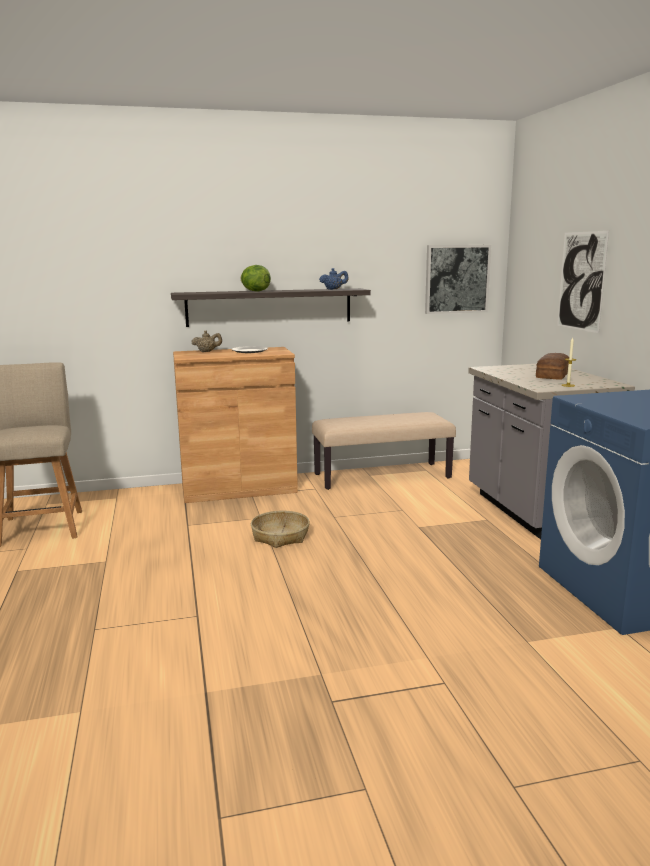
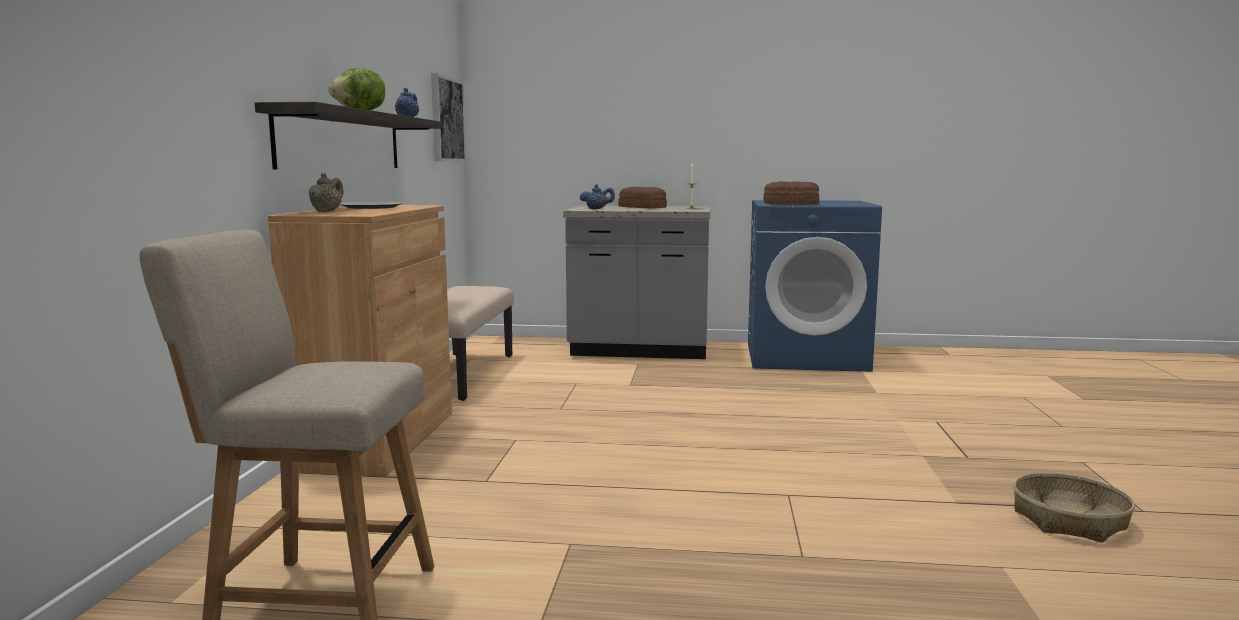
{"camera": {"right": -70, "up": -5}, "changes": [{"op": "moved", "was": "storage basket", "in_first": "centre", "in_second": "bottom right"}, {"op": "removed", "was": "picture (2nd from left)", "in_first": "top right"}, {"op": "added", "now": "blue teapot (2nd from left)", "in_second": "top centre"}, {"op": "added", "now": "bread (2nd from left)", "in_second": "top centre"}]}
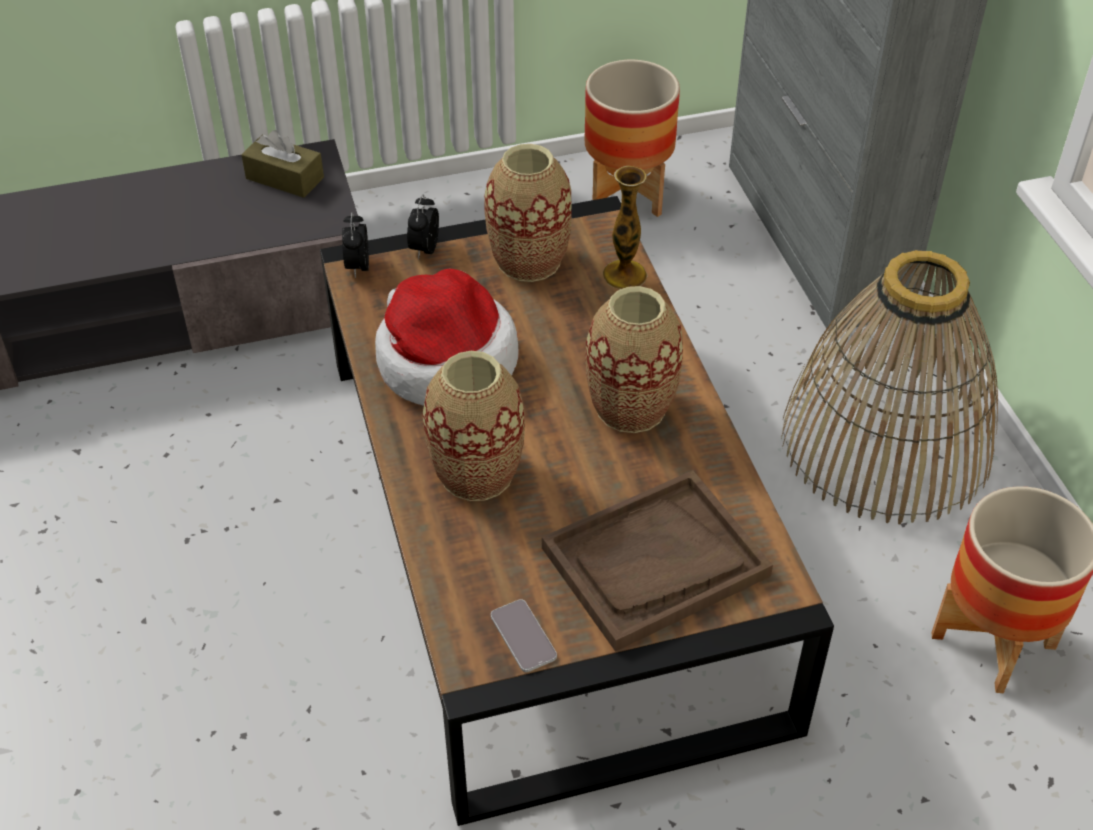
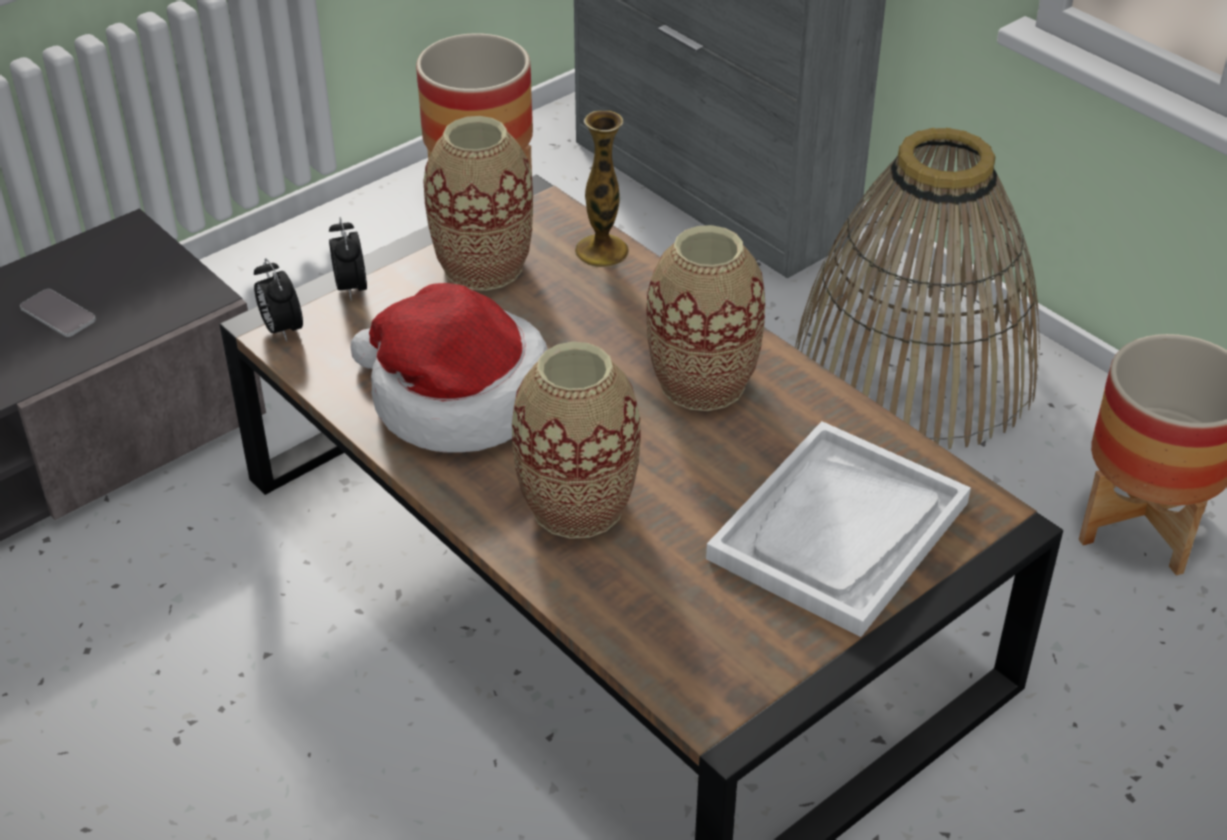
{"camera": {"right": -25, "up": -5}, "changes": [{"op": "removed", "was": "brown tissue holder", "in_first": "top left"}, {"op": "moved", "was": "phone", "in_first": "bottom centre", "in_second": "middle left"}, {"op": "recoloured", "was": "brown carrying tray", "now": "whitish carrying tray", "in_first": "bottom centre", "in_second": "middle right"}]}
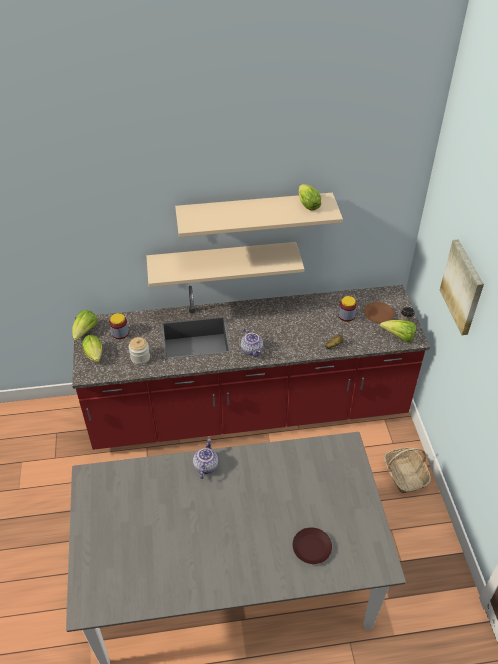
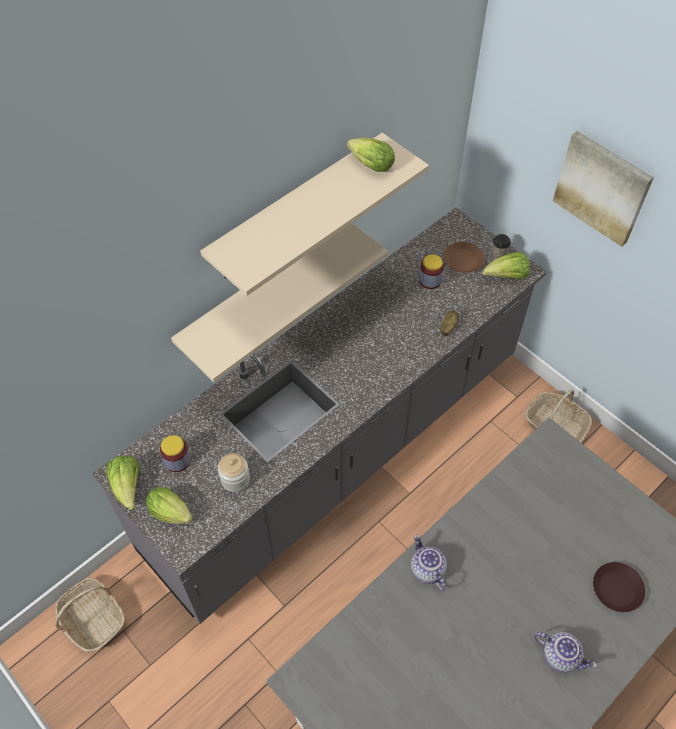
{"camera": {"right": -35, "up": 10}, "changes": [{"op": "recoloured", "was": "reddish counter", "now": "grey counter", "in_first": "centre", "in_second": "centre"}, {"op": "moved", "was": "teapot (2nd from left)", "in_first": "centre", "in_second": "bottom right"}, {"op": "added", "now": "storage basket (1st from left)", "in_second": "bottom left"}]}
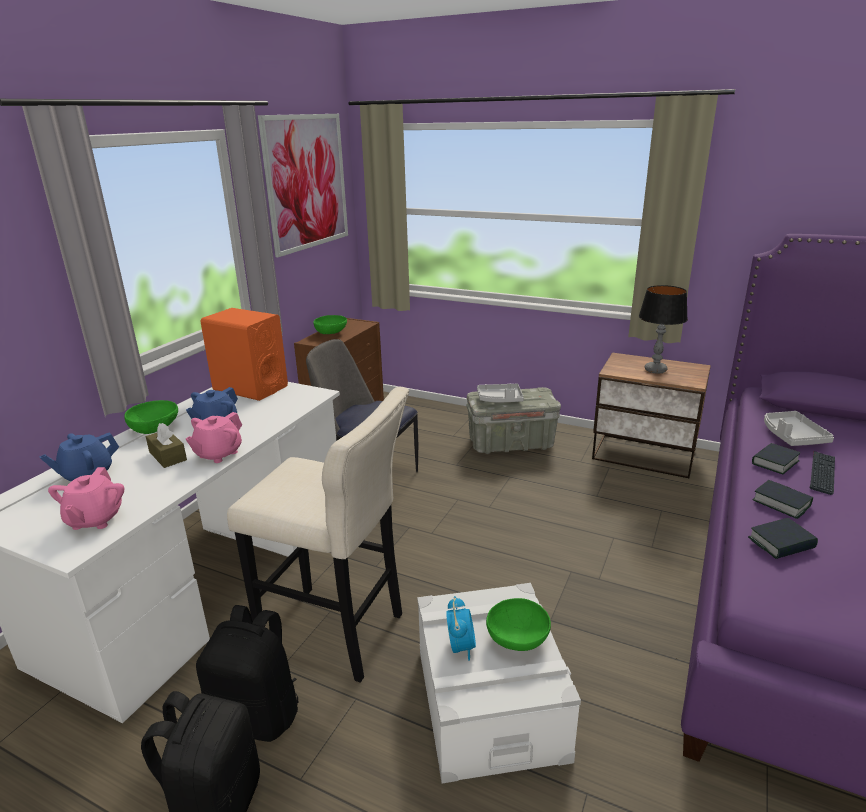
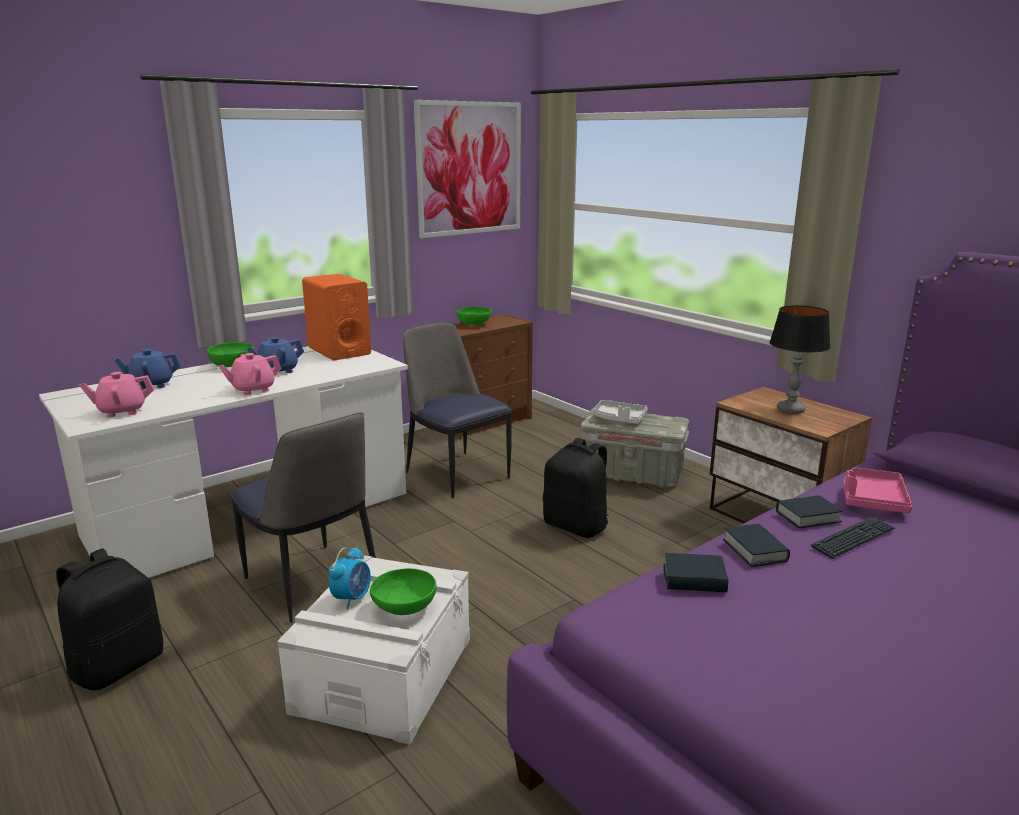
{"camera": {"right": 25, "up": -5}, "changes": [{"op": "turned", "was": "pinkish teapot (1st from left)", "in_first": "middle left", "in_second": "middle left", "clockwise": 45}, {"op": "removed", "was": "brown tissue holder", "in_first": "middle left"}, {"op": "moved", "was": "blackish backpack (2nd from left)", "in_first": "bottom left", "in_second": "centre"}, {"op": "replaced", "was": "beige stool seat", "now": "chair (1st from left)", "in_first": "centre", "in_second": "middle left"}, {"op": "recoloured", "was": "grey carrying tray (2nd from left)", "now": "pinkish carrying tray", "in_first": "middle right", "in_second": "middle right"}]}
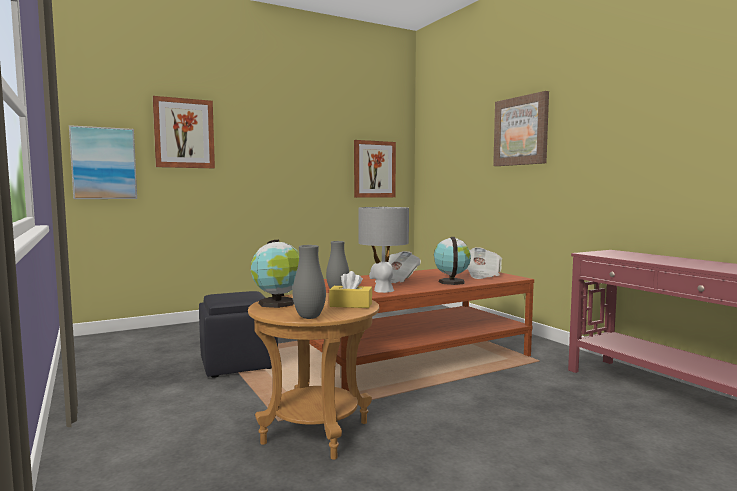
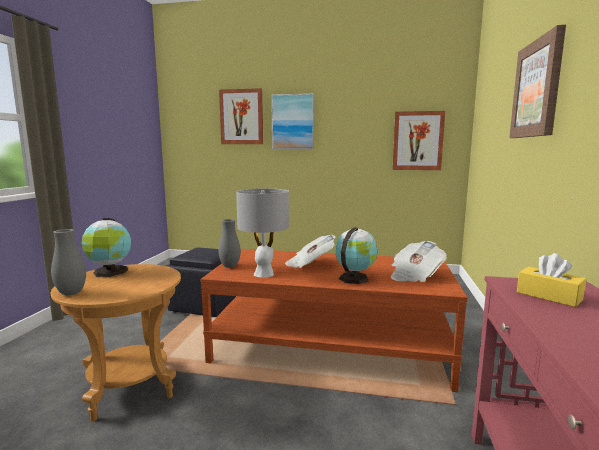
{"camera": {"right": 40, "up": 5}, "changes": [{"op": "moved", "was": "picture (1st from left in the first image)", "now": "picture (2nd from left)", "in_first": "top left", "in_second": "top centre"}, {"op": "moved", "was": "yellow-coloured tissue holder", "in_first": "centre", "in_second": "middle right"}]}
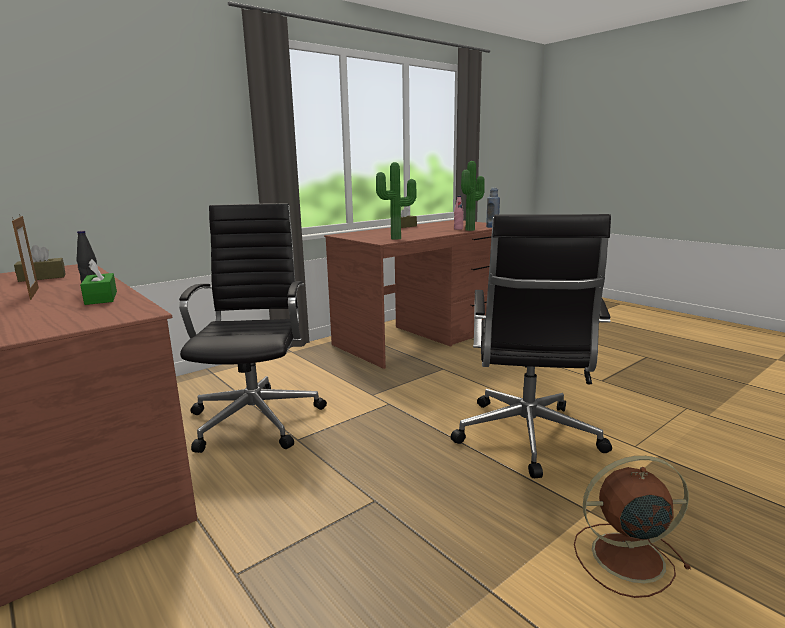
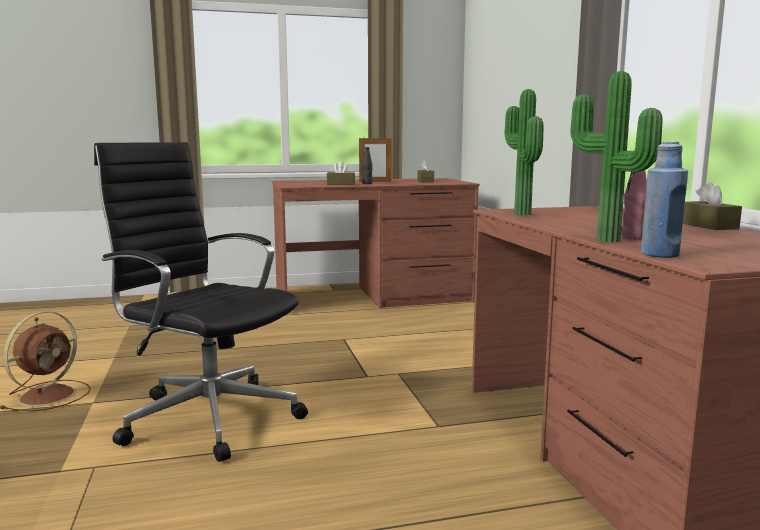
{"camera": {"right": 115, "up": -5}, "changes": [{"op": "recoloured", "was": "greenish tissue holder", "now": "brown tissue holder (1st from left)", "in_first": "middle left", "in_second": "top centre"}, {"op": "removed", "was": "blackish desk chair (1st from left)", "in_first": "middle left"}]}
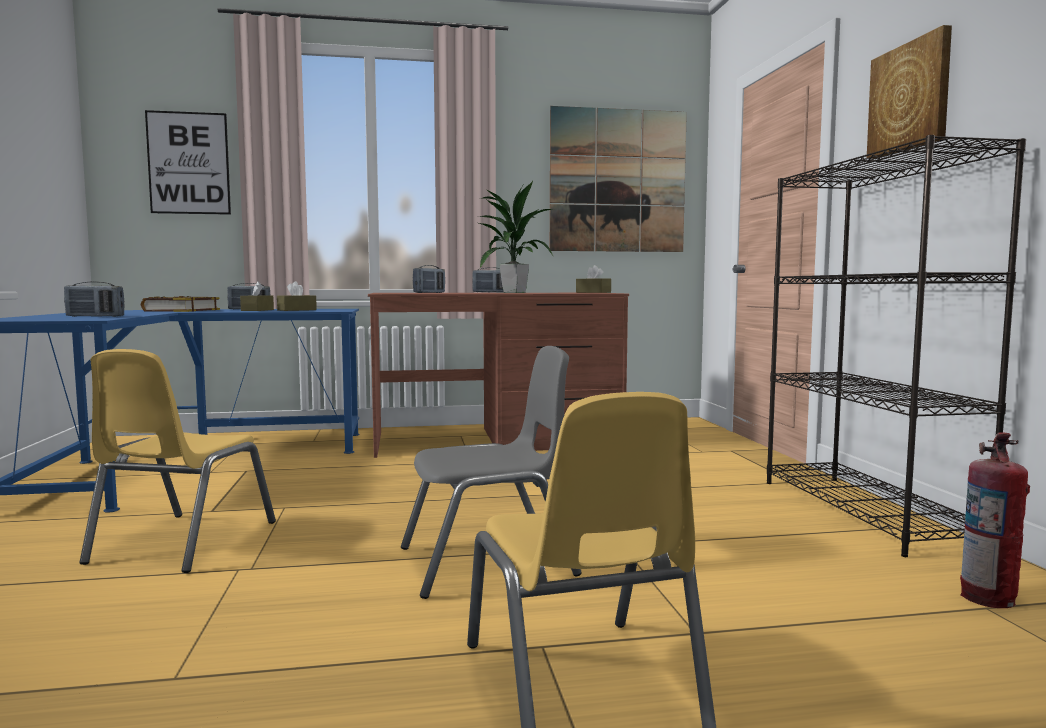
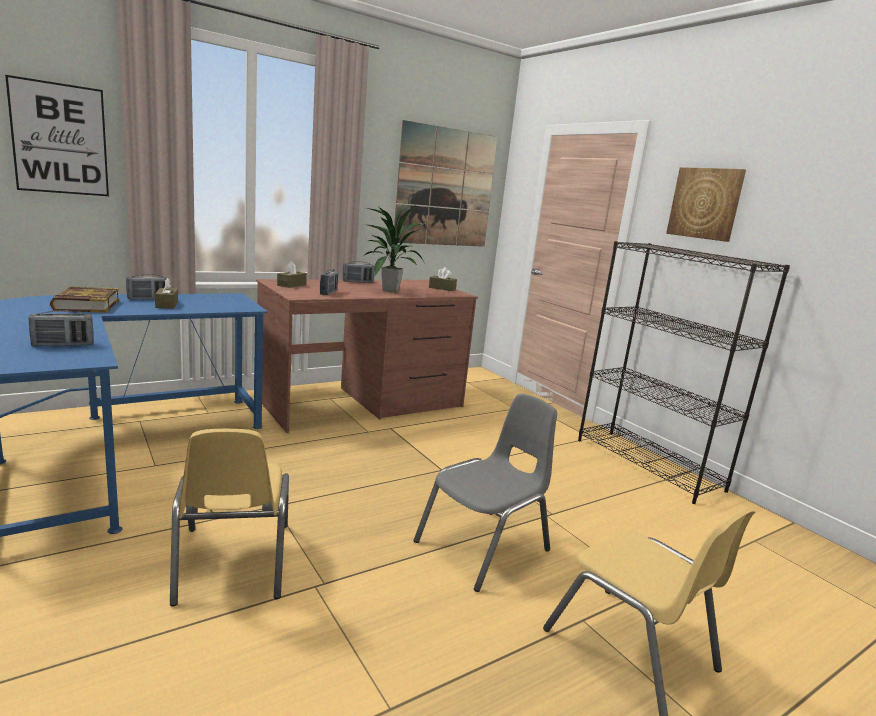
{"camera": {"right": -25, "up": 10}, "changes": [{"op": "moved", "was": "brown tissue holder (2nd from left)", "in_first": "middle left", "in_second": "centre"}, {"op": "removed", "was": "extinguisher", "in_first": "bottom right"}]}
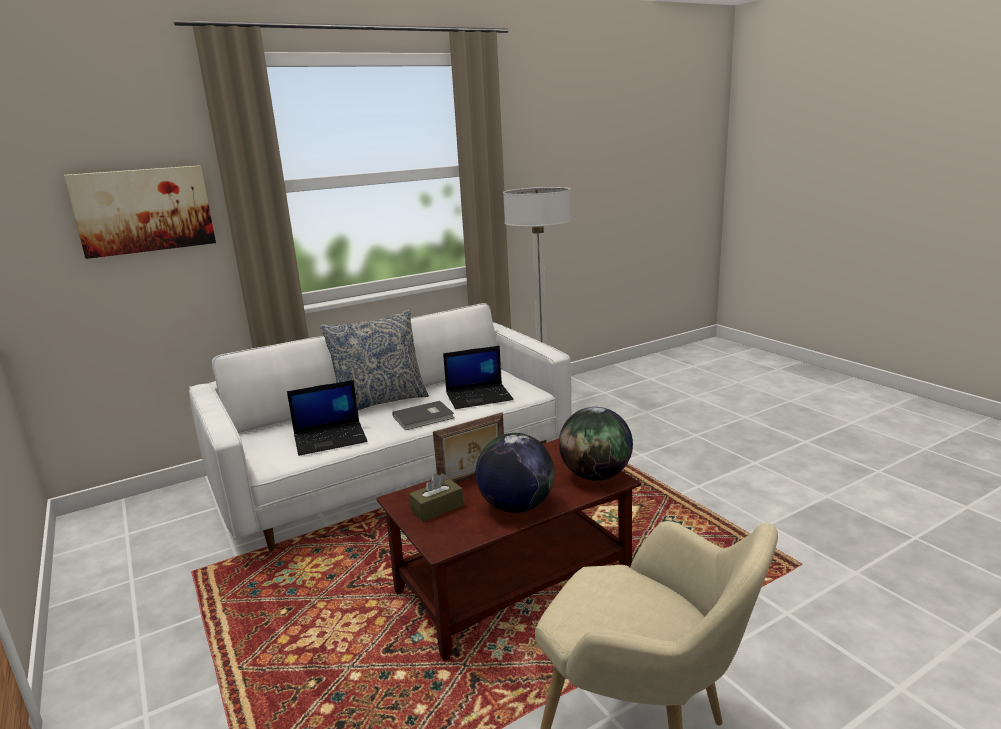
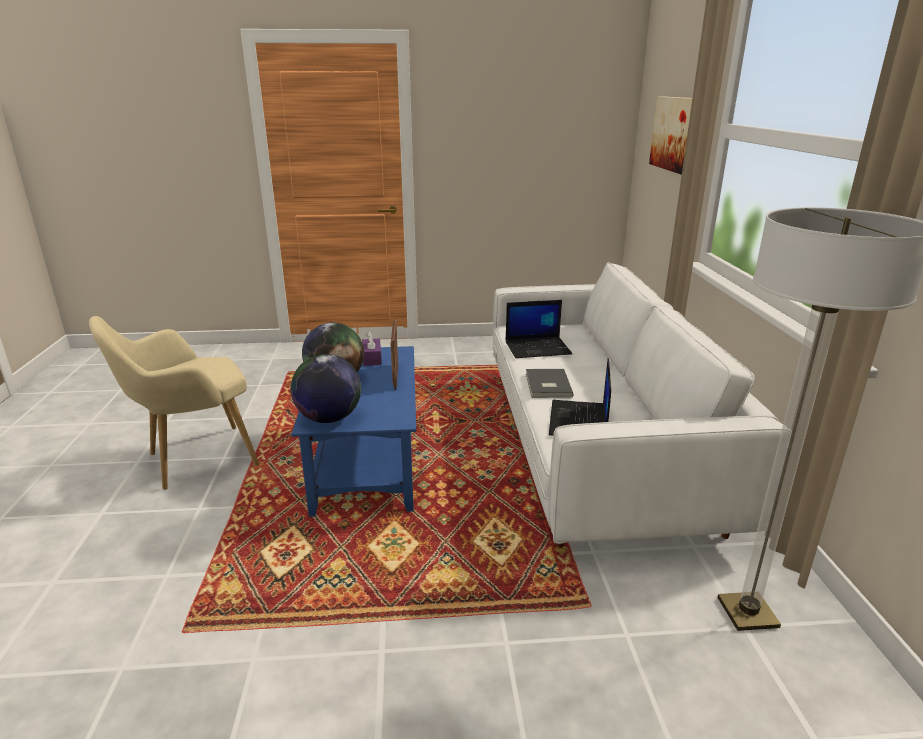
{"camera": {"right": 115, "up": 5}, "changes": [{"op": "turned", "was": "laptop (1st from left)", "in_first": "middle left", "in_second": "centre", "clockwise": -105}, {"op": "removed", "was": "throw pillow", "in_first": "centre"}, {"op": "recoloured", "was": "brown low table", "now": "blue low table", "in_first": "bottom centre", "in_second": "centre"}, {"op": "recoloured", "was": "brown tissue holder", "now": "purple tissue holder", "in_first": "bottom centre", "in_second": "centre"}]}
